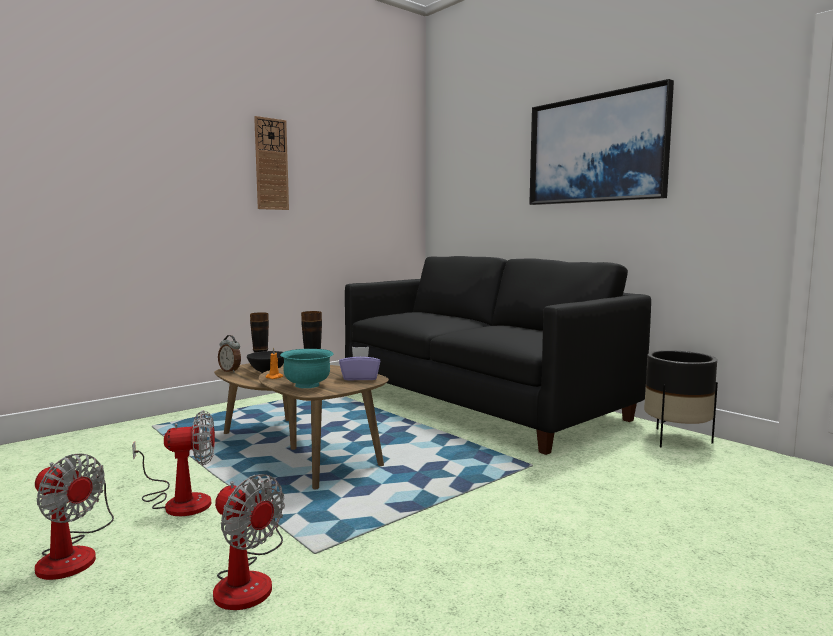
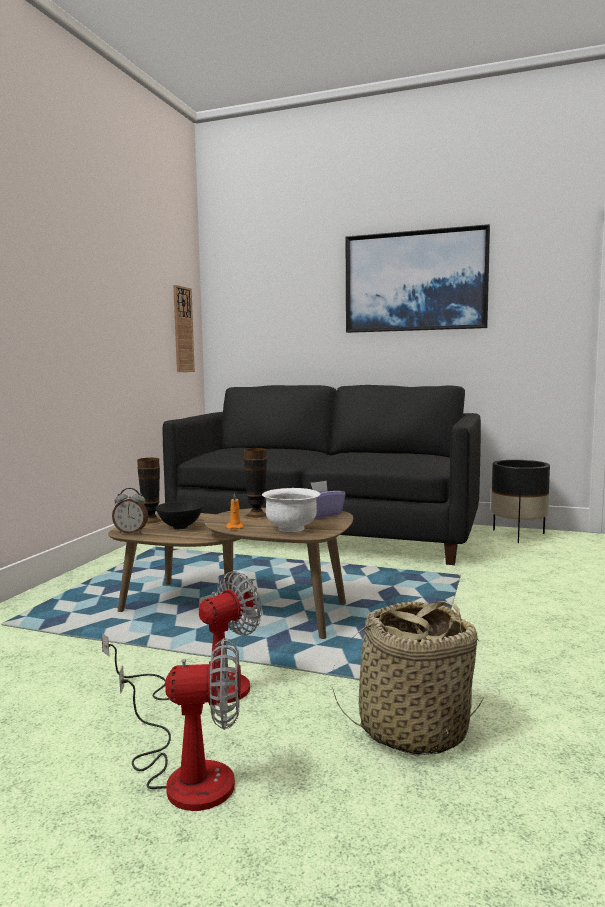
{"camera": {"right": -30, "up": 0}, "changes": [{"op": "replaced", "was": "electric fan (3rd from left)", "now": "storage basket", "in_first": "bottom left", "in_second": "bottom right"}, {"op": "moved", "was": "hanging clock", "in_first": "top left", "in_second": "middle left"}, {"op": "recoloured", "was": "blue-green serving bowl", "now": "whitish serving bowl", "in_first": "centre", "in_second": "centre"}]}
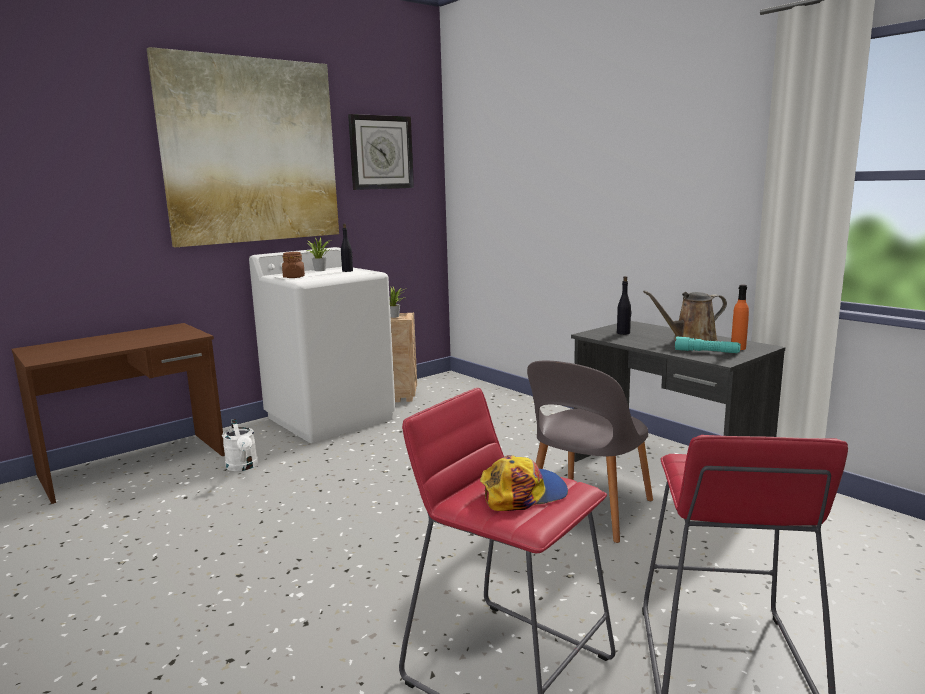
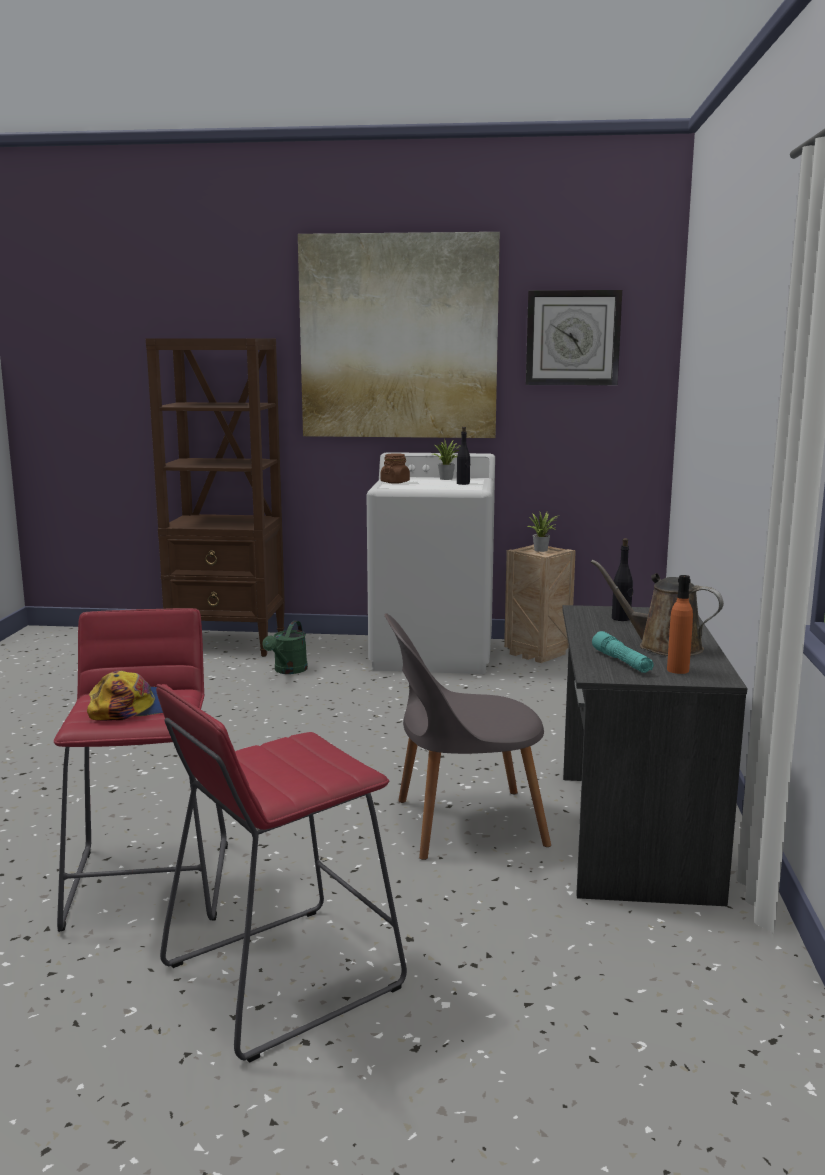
{"camera": {"right": 45, "up": 0}, "changes": [{"op": "replaced", "was": "brown desk table", "now": "brown bookshelf", "in_first": "middle left", "in_second": "middle left"}, {"op": "recoloured", "was": "whitish watering pot", "now": "greenish watering pot", "in_first": "middle left", "in_second": "centre"}, {"op": "turned", "was": "cap", "in_first": "bottom centre", "in_second": "middle left", "clockwise": -45}]}
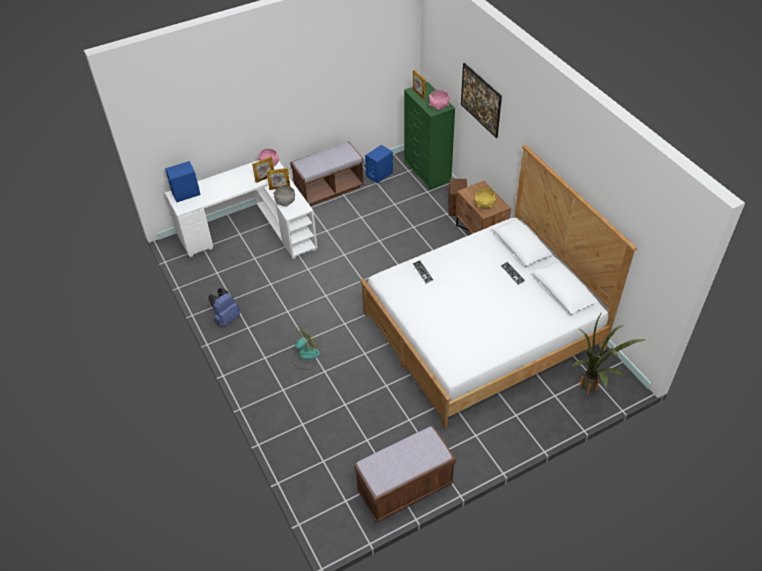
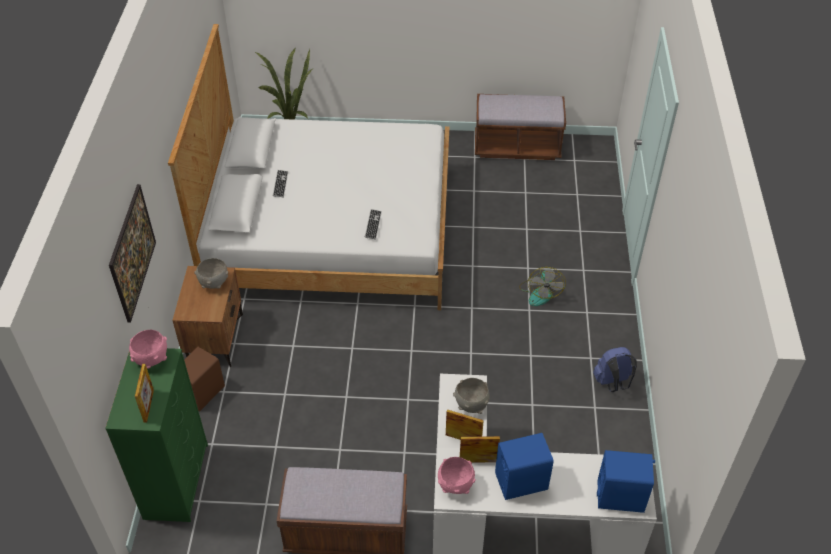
{"camera": {"right": -150, "up": 0}, "changes": [{"op": "turned", "was": "electric fan", "in_first": "centre", "in_second": "centre", "clockwise": -75}, {"op": "moved", "was": "blue audio speaker (2nd from left in the first image)", "now": "blue audio speaker (1st from left)", "in_first": "top centre", "in_second": "bottom centre"}, {"op": "recoloured", "was": "yellow-coloured serving bowl", "now": "grey serving bowl (1st from left)", "in_first": "centre", "in_second": "middle left"}]}
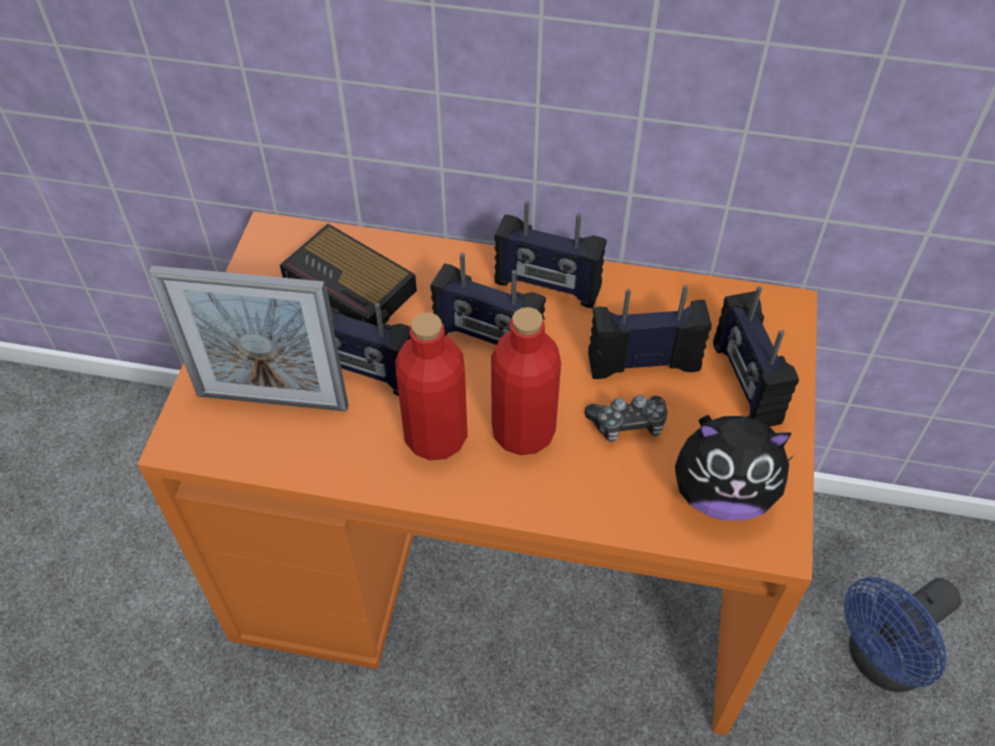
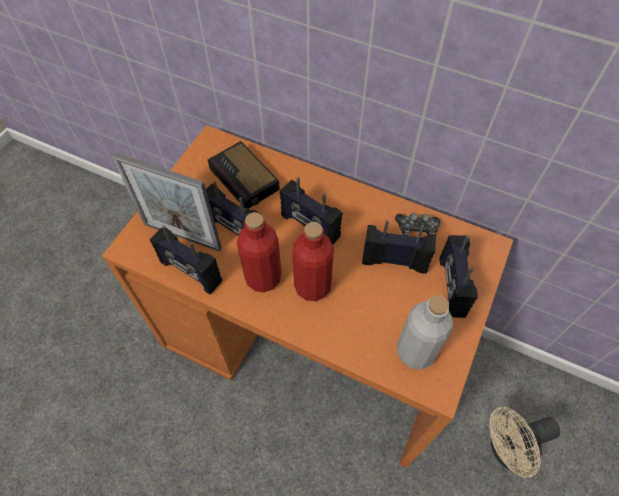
{"camera": {"right": 15, "up": 5}, "changes": [{"op": "moved", "was": "radio (3rd from left in the first image)", "now": "radio (1st from left)", "in_first": "centre", "in_second": "middle left"}, {"op": "moved", "was": "gamepad", "in_first": "centre", "in_second": "middle right"}, {"op": "replaced", "was": "plush toy", "now": "grey drink bottle", "in_first": "middle right", "in_second": "bottom right"}, {"op": "recoloured", "was": "blue electric fan", "now": "beige electric fan", "in_first": "bottom right", "in_second": "bottom right"}]}
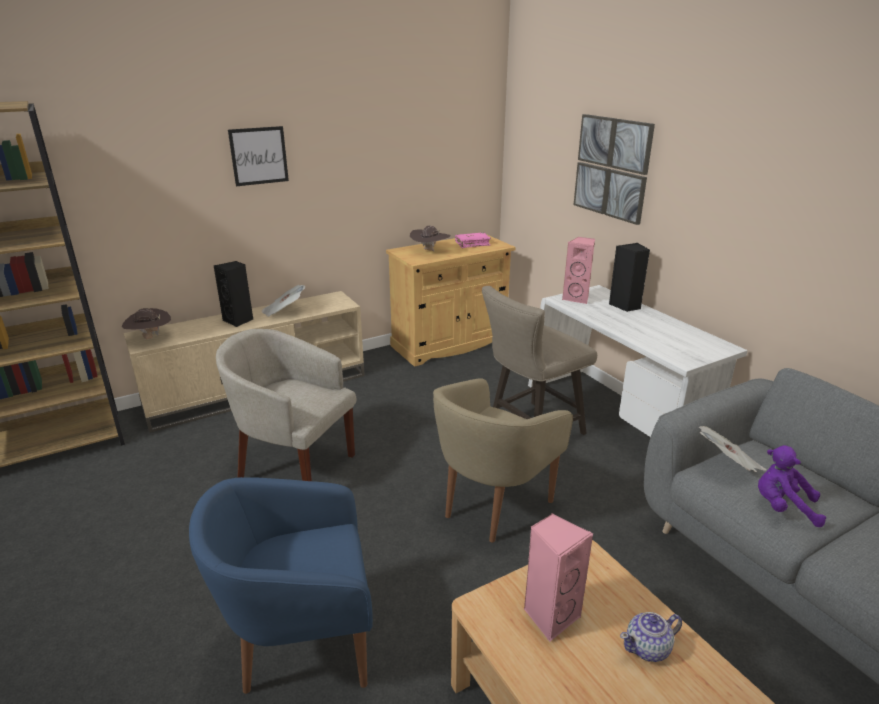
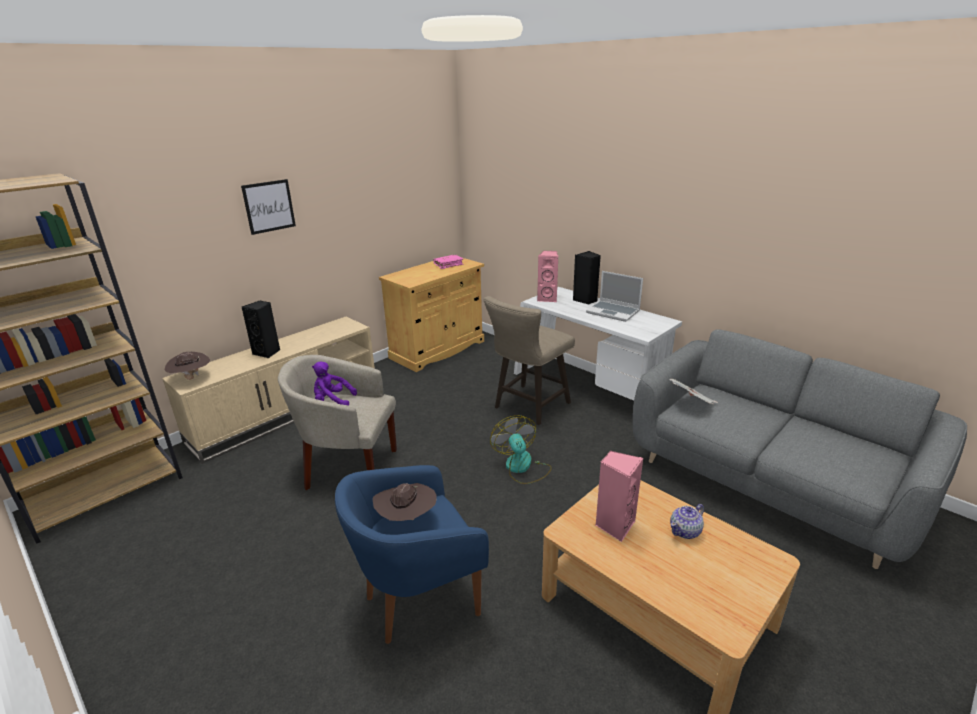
{"camera": {"right": -15, "up": 0}, "changes": [{"op": "removed", "was": "printed paper (1st from left)", "in_first": "middle left"}, {"op": "moved", "was": "brown hat (2nd from left)", "in_first": "centre", "in_second": "bottom centre"}, {"op": "replaced", "was": "beige lounge chair (2nd from left)", "now": "electric fan", "in_first": "centre", "in_second": "centre"}, {"op": "removed", "was": "picture (2nd from left)", "in_first": "top right"}, {"op": "moved", "was": "purple plush toy", "in_first": "bottom right", "in_second": "centre"}, {"op": "added", "now": "laptop", "in_second": "centre"}]}
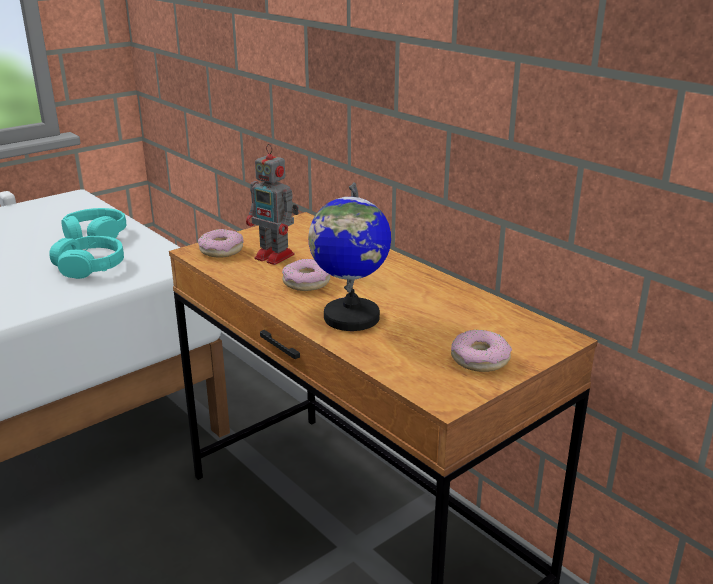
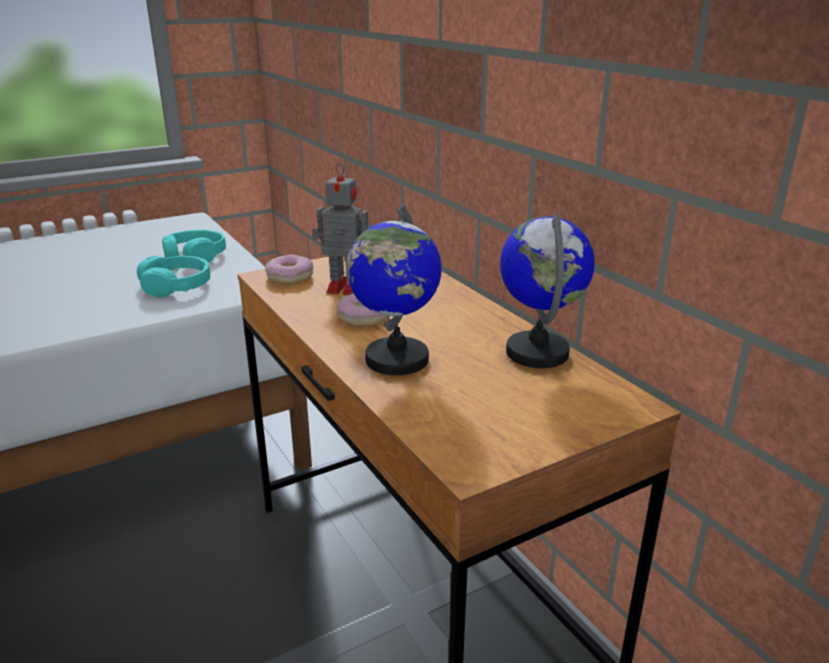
{"camera": {"right": 10, "up": 0}, "changes": [{"op": "turned", "was": "toy robot", "in_first": "centre", "in_second": "centre", "clockwise": 150}, {"op": "removed", "was": "ring doughnut (3rd from left)", "in_first": "middle right"}, {"op": "added", "now": "desk globe (2nd from left)", "in_second": "centre"}]}
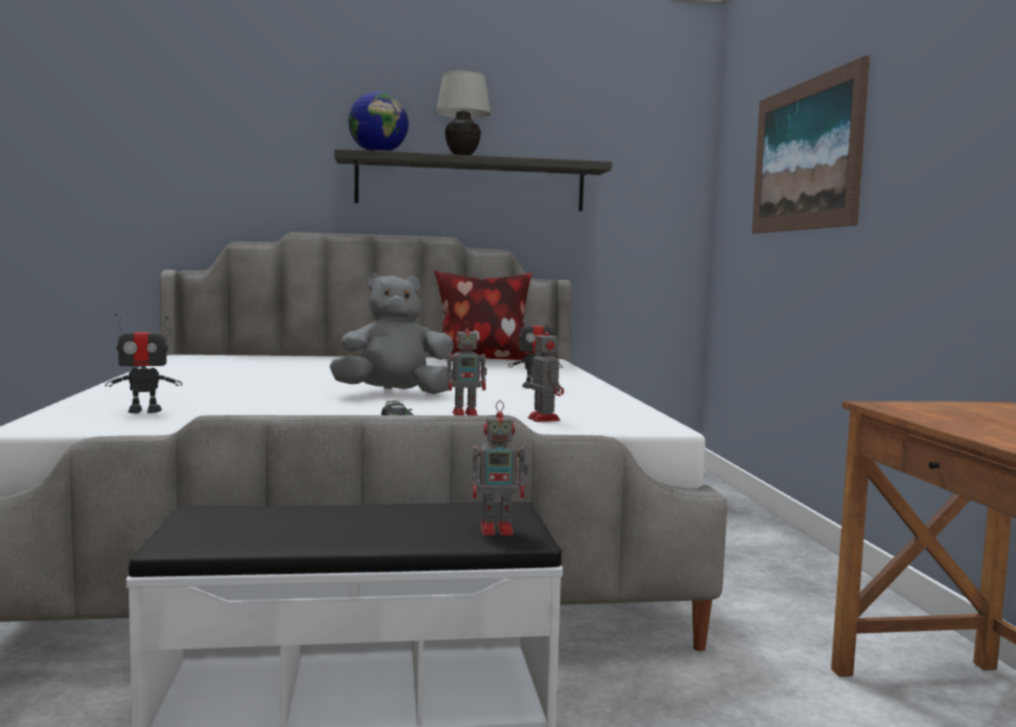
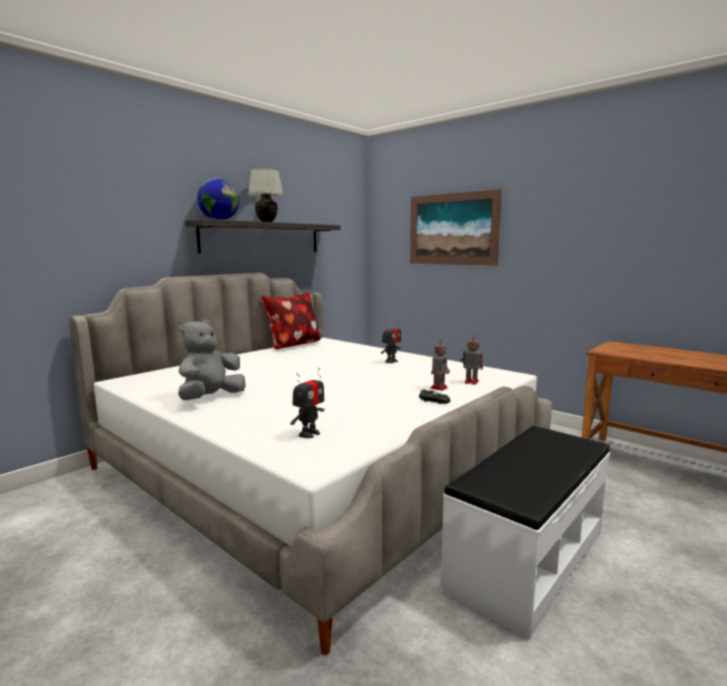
{"camera": {"right": -40, "up": 5}, "changes": [{"op": "moved", "was": "grey plush toy", "in_first": "centre", "in_second": "middle left"}, {"op": "removed", "was": "toy robot (3rd from left)", "in_first": "centre"}]}
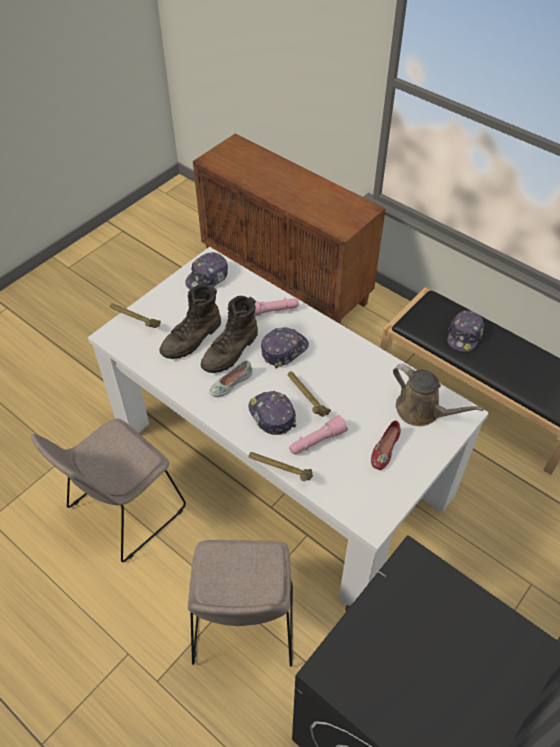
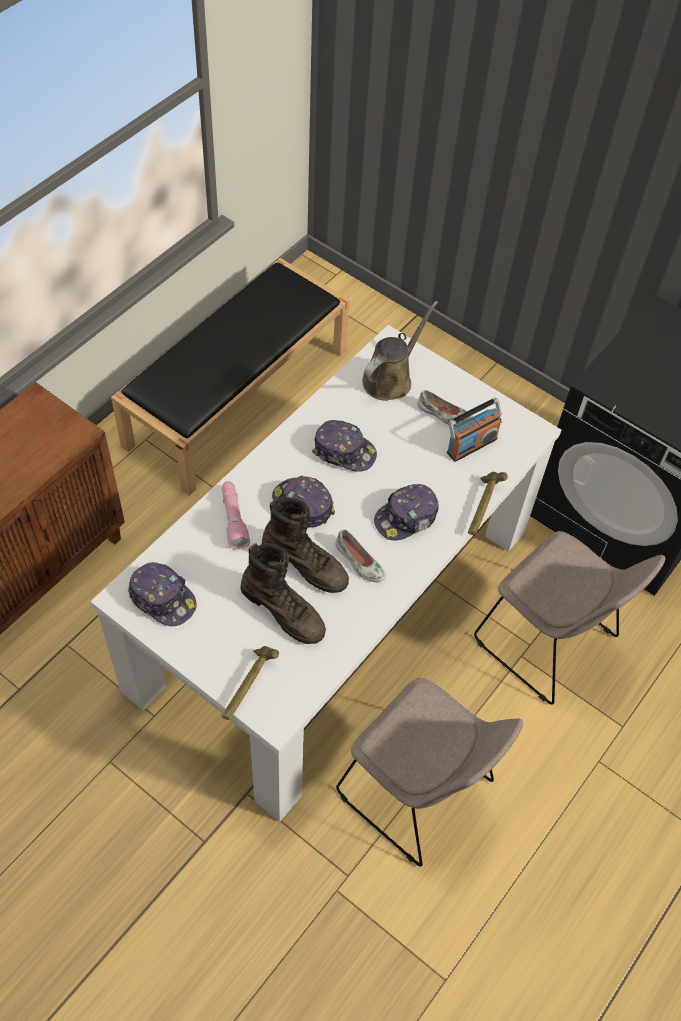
{"camera": {"right": -95, "up": 5}, "changes": [{"op": "turned", "was": "beige chair (2nd from left)", "in_first": "bottom centre", "in_second": "middle right", "clockwise": 45}, {"op": "removed", "was": "tool hammer (3rd from left)", "in_first": "centre"}, {"op": "removed", "was": "pinkish torch (2nd from left)", "in_first": "centre"}, {"op": "recoloured", "was": "reddish low shoe", "now": "whitish low shoe (2nd from left)", "in_first": "middle right", "in_second": "centre"}, {"op": "moved", "was": "cap (4th from left in the first image)", "now": "cap (3rd from left)", "in_first": "middle right", "in_second": "centre"}, {"op": "added", "now": "radio", "in_second": "middle right"}]}
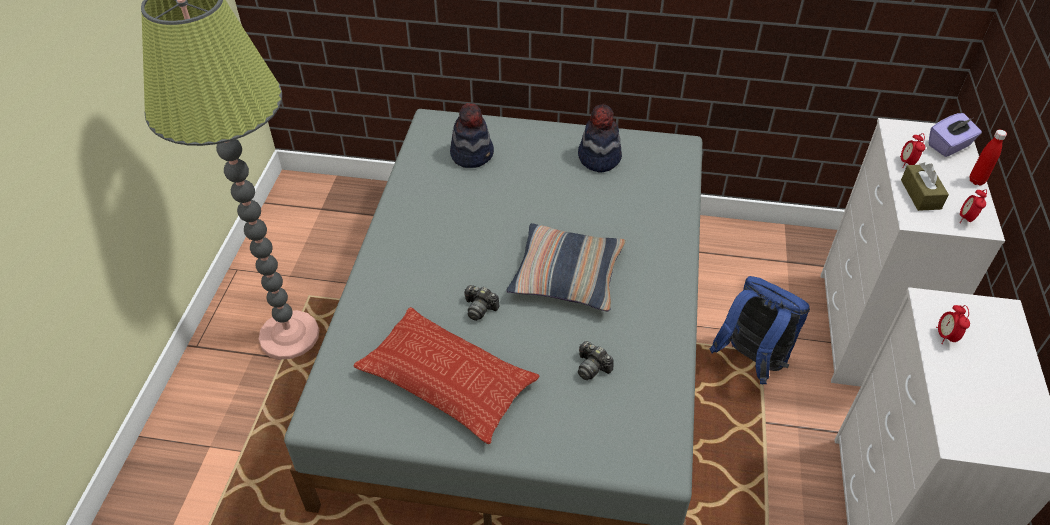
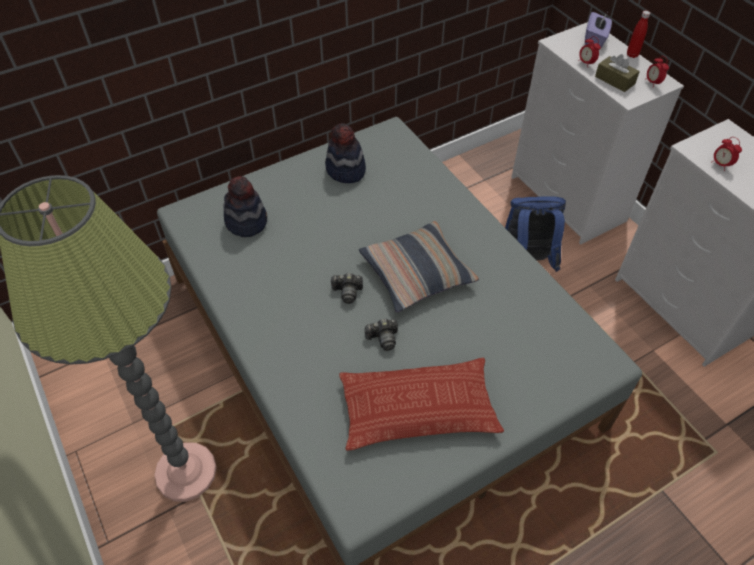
{"camera": {"right": -40, "up": 5}, "changes": [{"op": "moved", "was": "photo camera (2nd from left in the first image)", "now": "photo camera (1st from left)", "in_first": "bottom centre", "in_second": "centre"}]}
